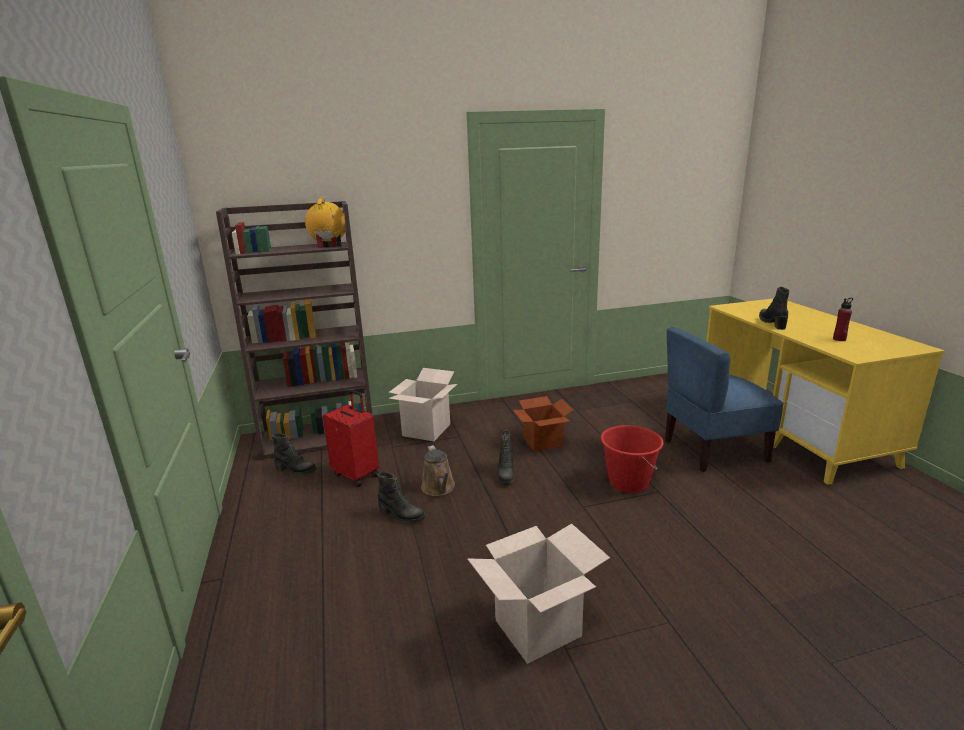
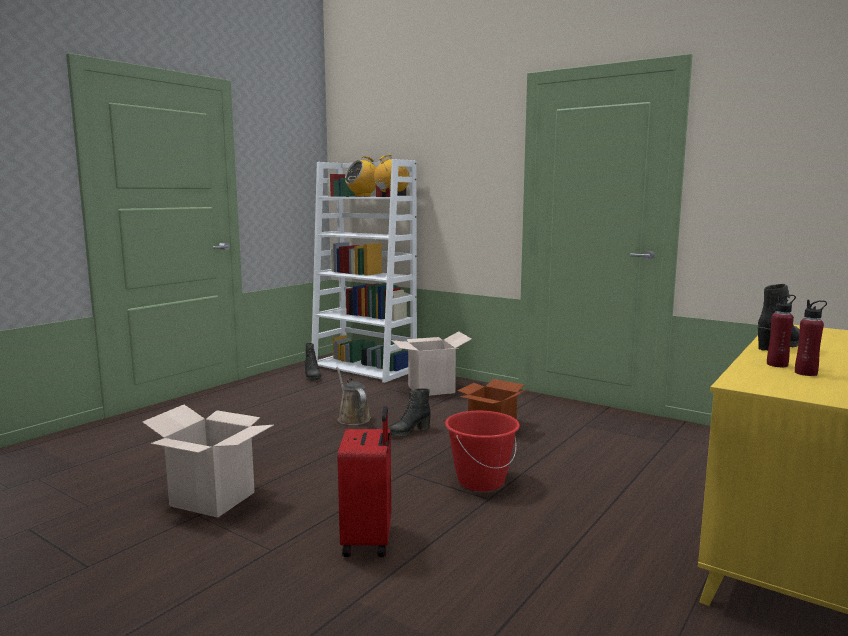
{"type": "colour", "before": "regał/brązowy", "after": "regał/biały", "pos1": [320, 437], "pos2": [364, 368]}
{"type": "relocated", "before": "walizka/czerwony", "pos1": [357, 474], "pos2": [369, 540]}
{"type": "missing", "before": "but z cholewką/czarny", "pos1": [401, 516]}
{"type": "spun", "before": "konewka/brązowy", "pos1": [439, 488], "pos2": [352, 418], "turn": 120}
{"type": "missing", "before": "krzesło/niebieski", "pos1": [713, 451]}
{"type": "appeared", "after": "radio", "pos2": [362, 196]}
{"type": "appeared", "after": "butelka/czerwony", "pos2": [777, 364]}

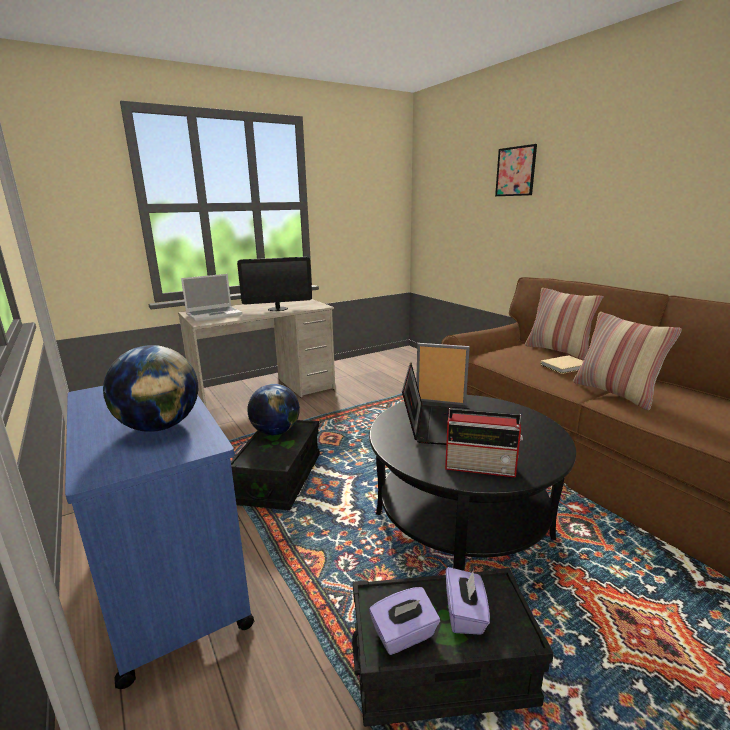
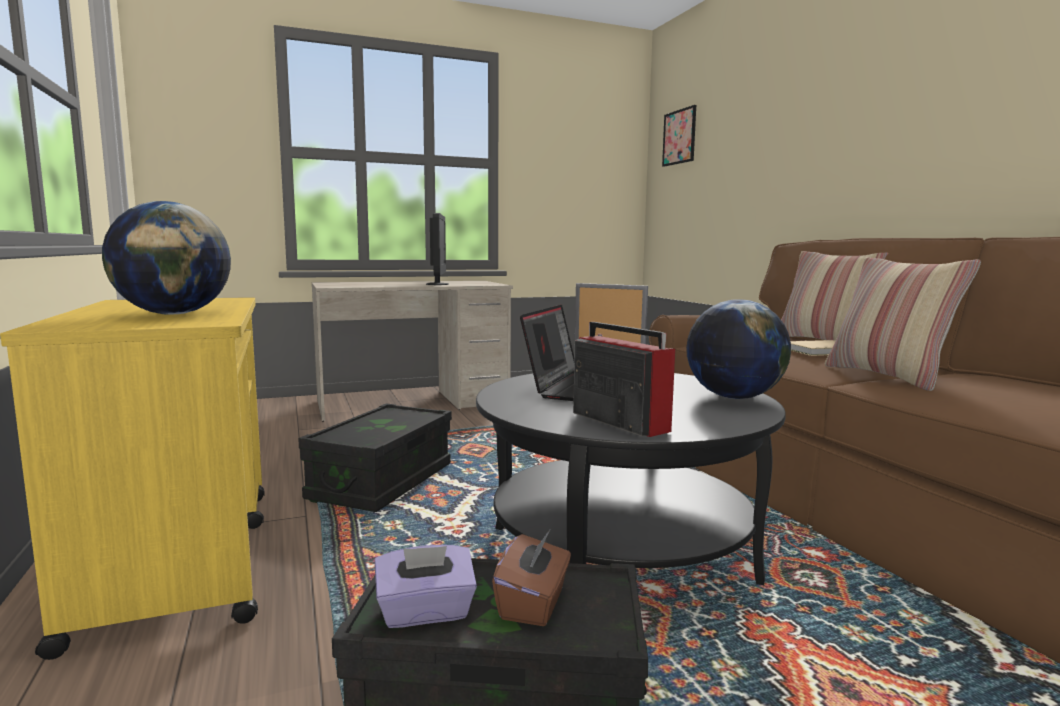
{"type": "colour", "before": "wózek/niebieski", "after": "wózek/żółty", "pos1": [170, 575], "pos2": [180, 558]}
{"type": "missing", "before": "laptop", "pos1": [214, 315]}
{"type": "spun", "before": "monitor", "pos1": [278, 309], "pos2": [437, 284], "turn": -90}
{"type": "relocated", "before": "globus", "pos1": [275, 432], "pos2": [733, 397]}
{"type": "spun", "before": "radio", "pos1": [481, 467], "pos2": [618, 421], "turn": -150}
{"type": "colour", "before": "pudełko chusteczek/fioletowy", "after": "pudełko chusteczek/brązowy", "pos1": [465, 614], "pos2": [533, 604]}
{"type": "relocated", "before": "obraz", "pos1": [515, 171], "pos2": [679, 137]}

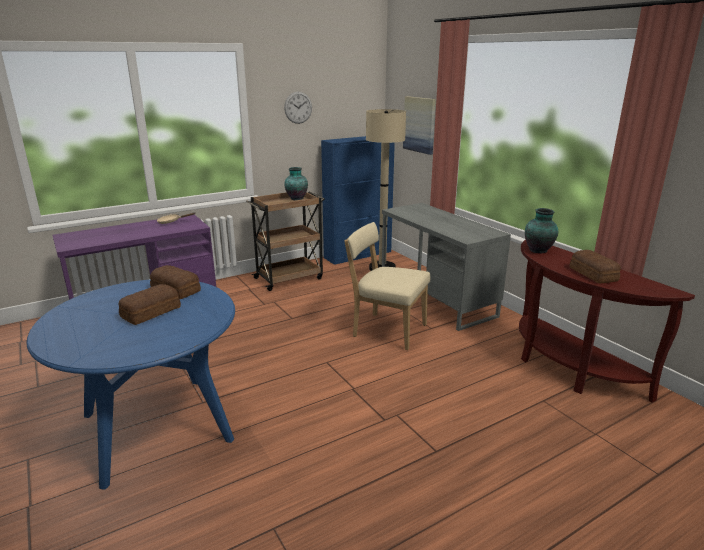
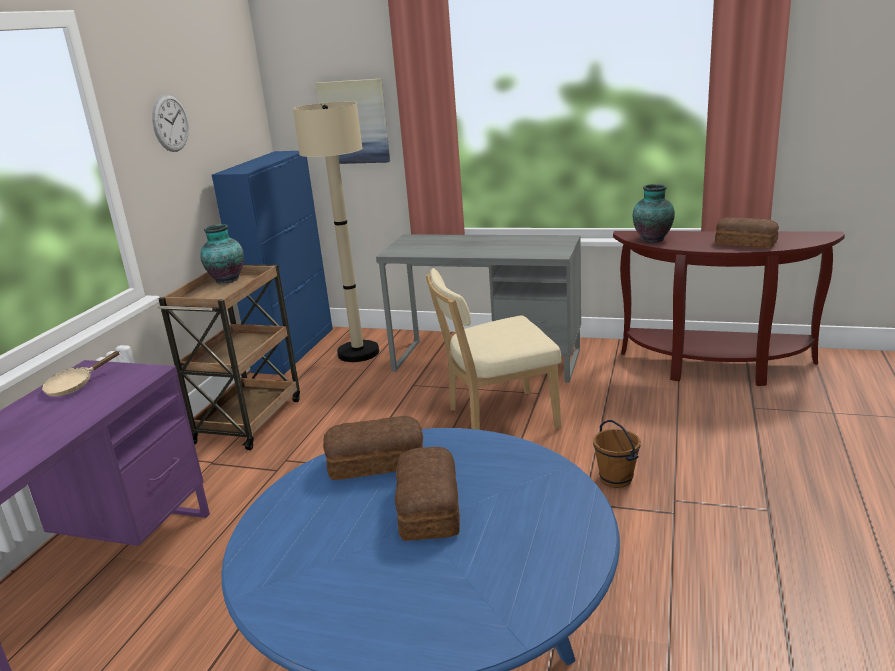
{"type": "appeared", "after": "wiadro/brązowy", "pos2": [616, 479]}

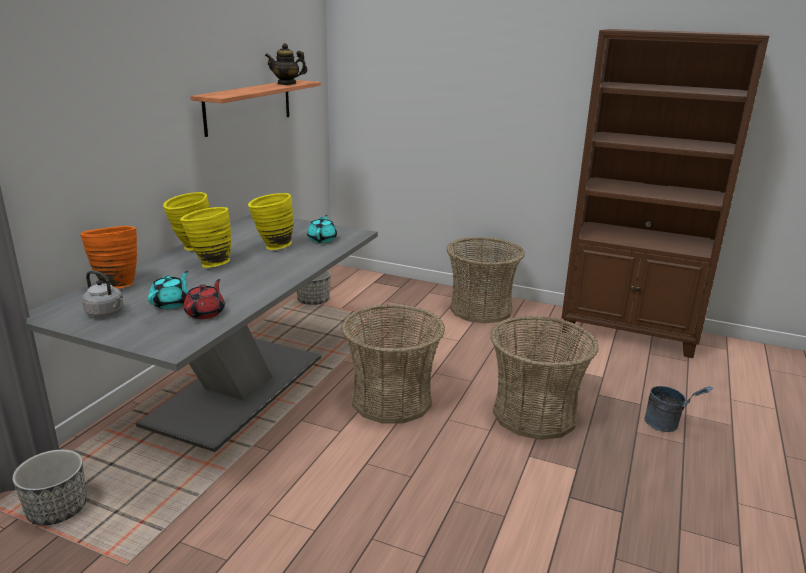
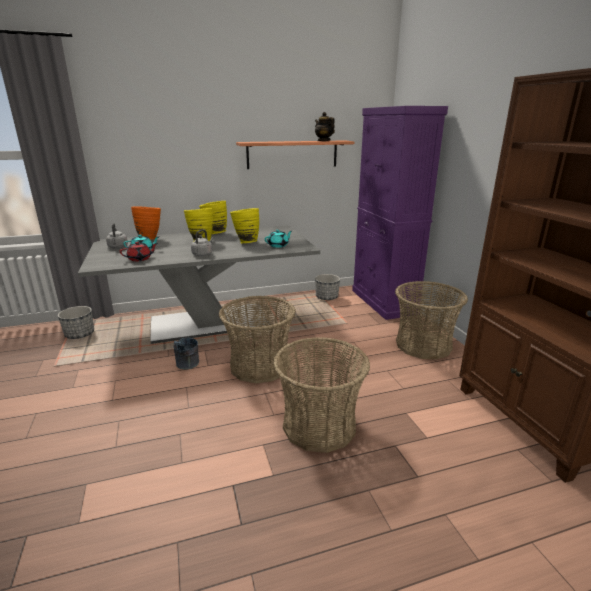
{"type": "relocated", "before": "wiadro/szary", "pos1": [667, 425], "pos2": [187, 366]}
{"type": "appeared", "after": "czajnik/szary", "pos2": [203, 254]}
{"type": "appeared", "after": "szafka/fioletowy", "pos2": [384, 302]}

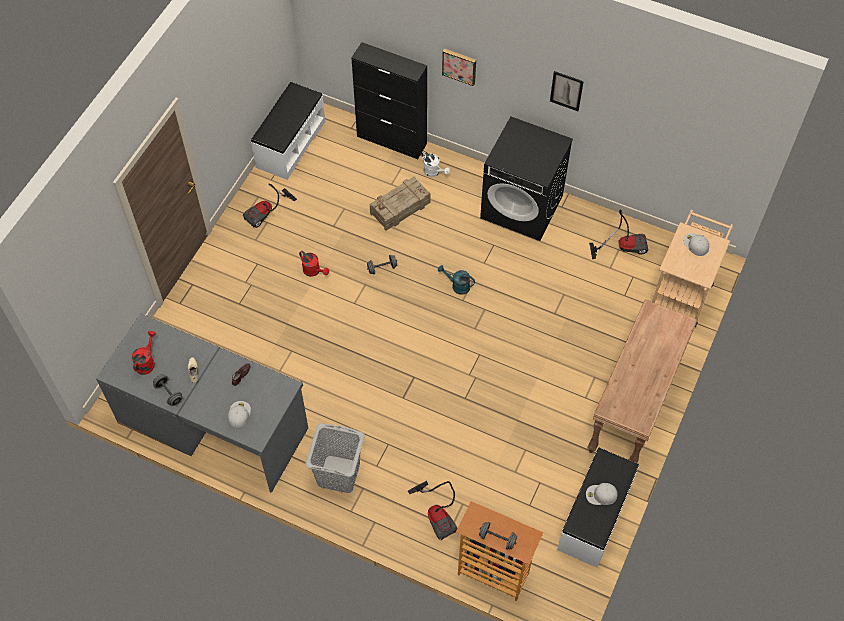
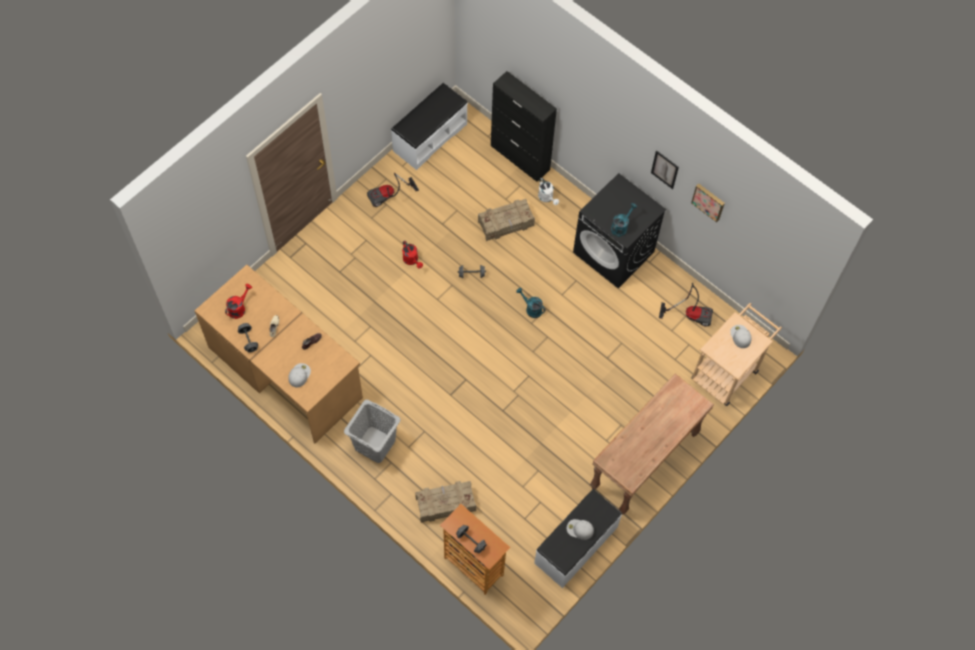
{"type": "colour", "before": "biurko/szary", "after": "biurko/brązowy", "pos1": [213, 424], "pos2": [286, 371]}
{"type": "exchanged", "before": "odkurzacz", "after": "skrzynka", "pos1": [438, 515], "pos2": [445, 504]}
{"type": "relocated", "before": "obraz", "pos1": [459, 65], "pos2": [709, 201]}
{"type": "appeared", "after": "konewka/turkusowy", "pos2": [621, 226]}

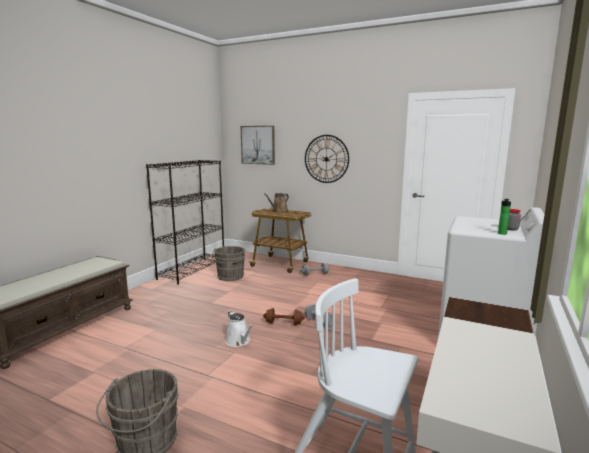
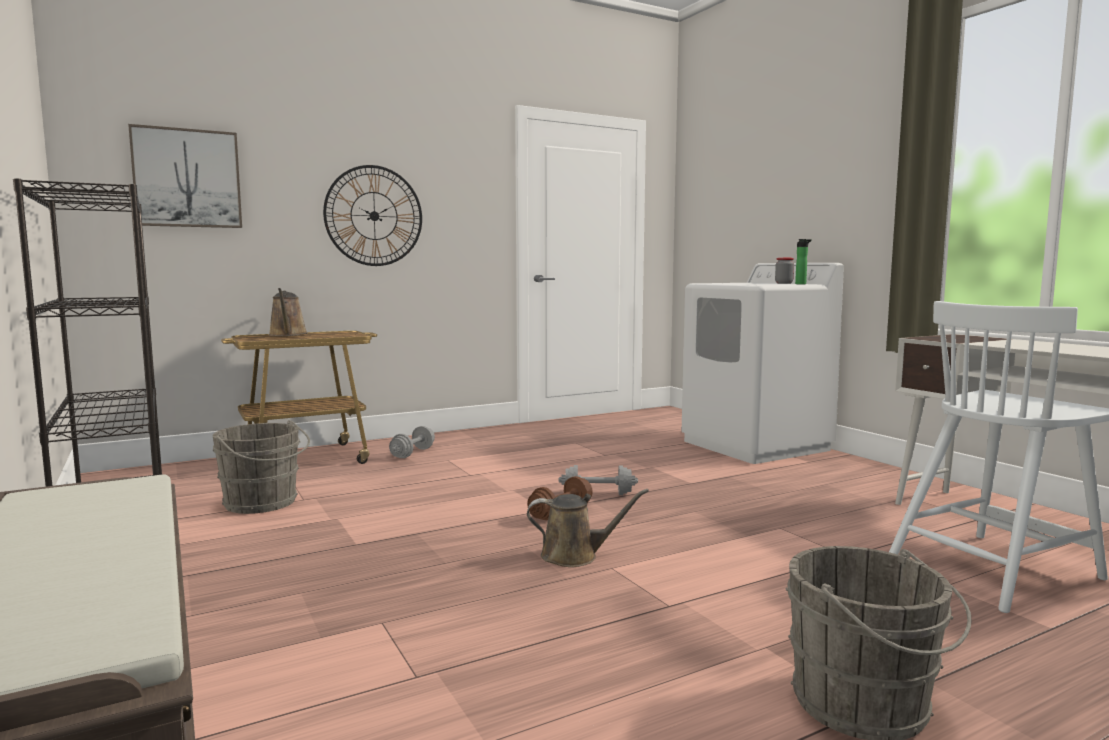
{"type": "colour", "before": "konewka/biały", "after": "konewka/brązowy", "pos1": [239, 341], "pos2": [575, 556]}

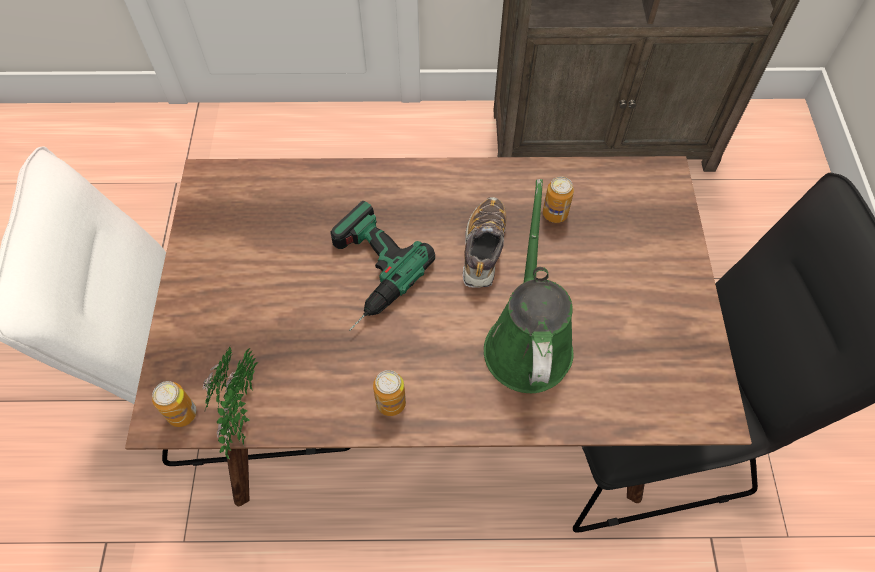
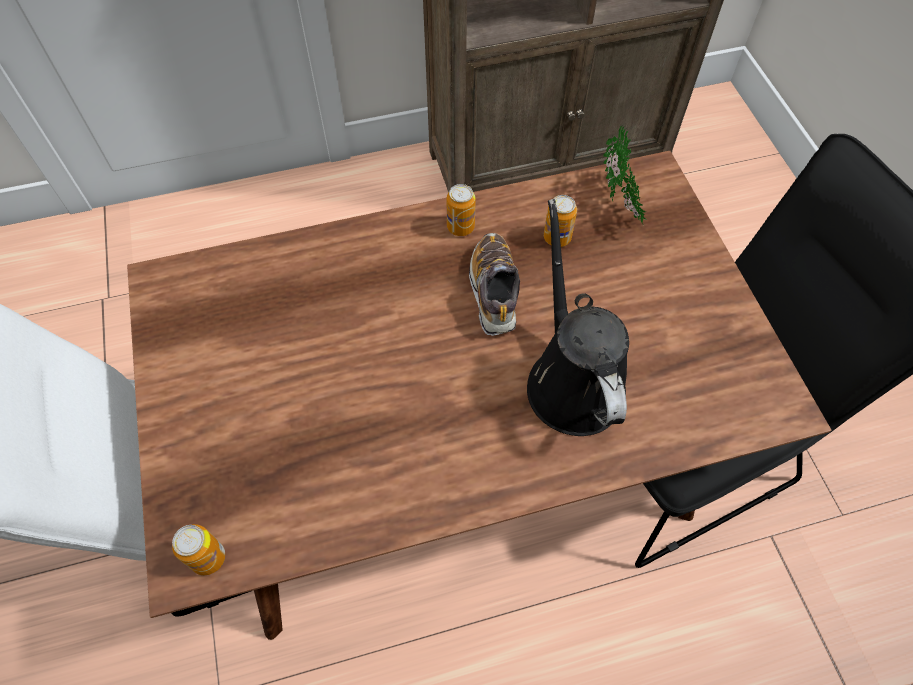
{"type": "relocated", "before": "roślina doniczkowa", "pos1": [240, 415], "pos2": [618, 205]}
{"type": "missing", "before": "wiertarka", "pos1": [363, 274]}
{"type": "relocated", "before": "puszka", "pos1": [391, 403], "pos2": [460, 227]}
{"type": "colour", "before": "konewka/zielony", "after": "konewka/czarny", "pos1": [527, 341], "pos2": [572, 379]}

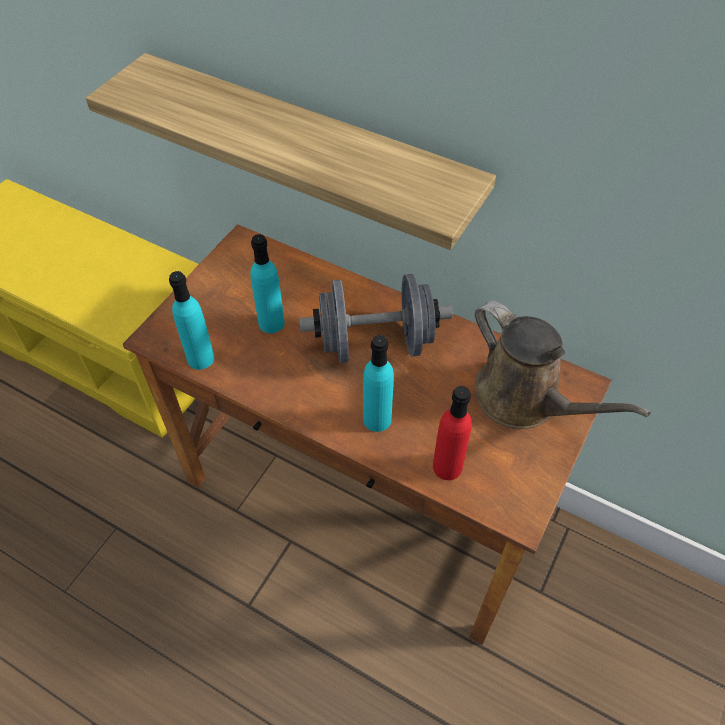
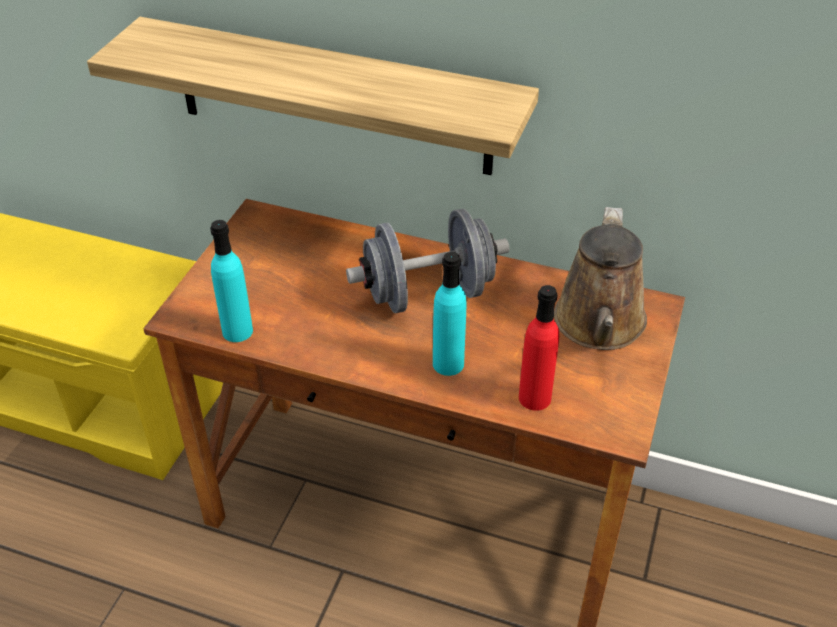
{"type": "missing", "before": "butelka/turkusowy", "pos1": [271, 323]}
{"type": "spun", "before": "konewka/brązowy", "pos1": [524, 399], "pos2": [599, 325], "turn": 60}

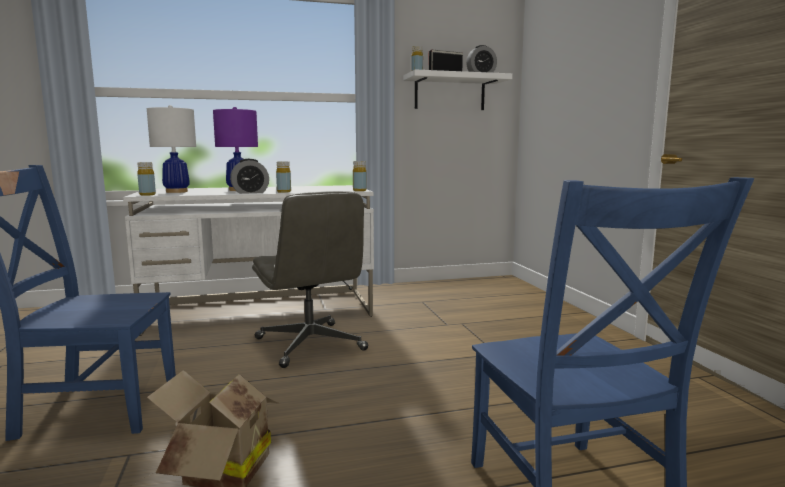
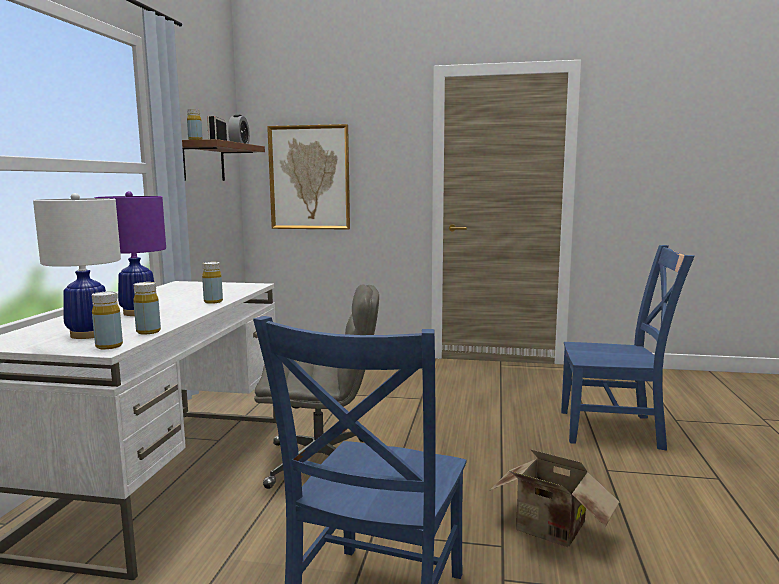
{"type": "missing", "before": "budzik", "pos1": [250, 192]}
{"type": "relocated", "before": "butelka/żółty", "pos1": [359, 190], "pos2": [148, 332]}
{"type": "colour", "before": "półka/biały", "after": "półka/brązowy", "pos1": [450, 93], "pos2": [203, 162]}
{"type": "appeared", "after": "obraz", "pos2": [309, 178]}

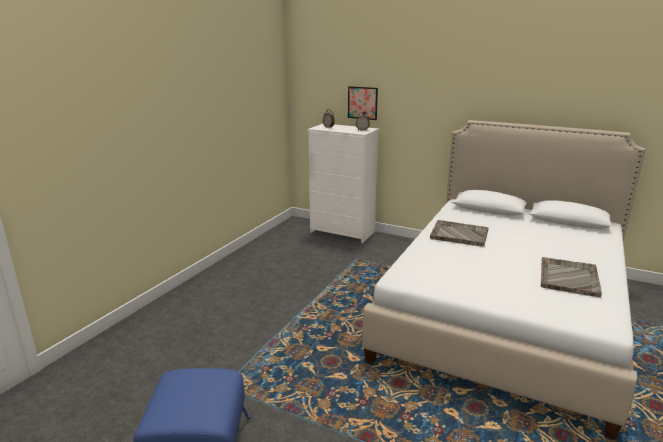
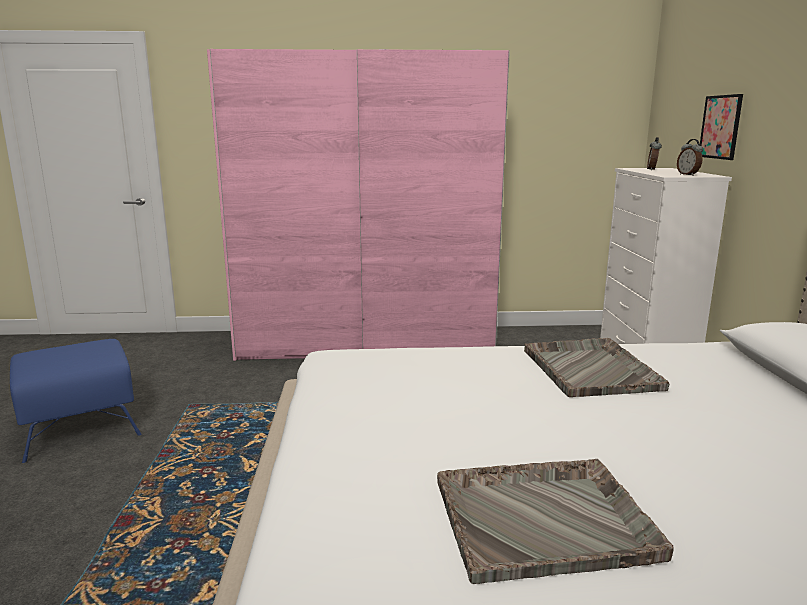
{"type": "appeared", "after": "szafa/różowy", "pos2": [366, 343]}

